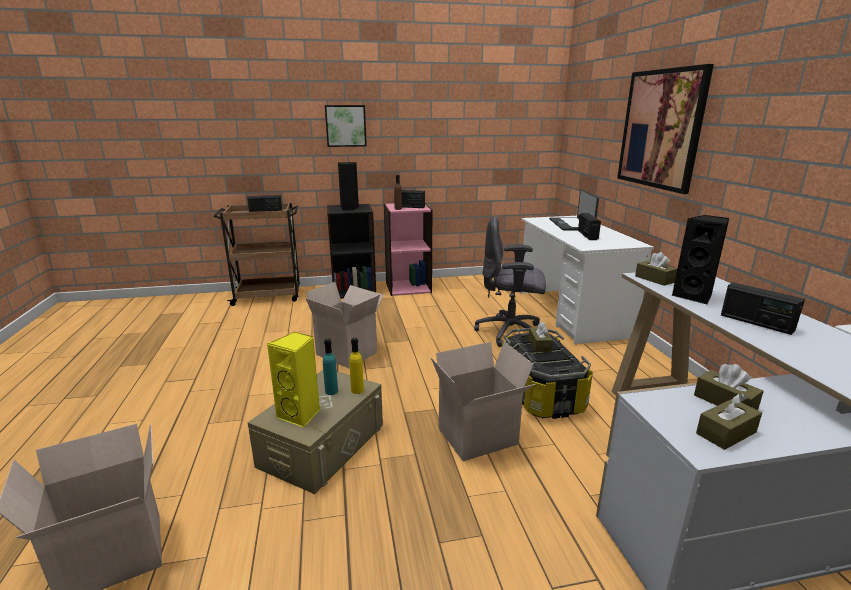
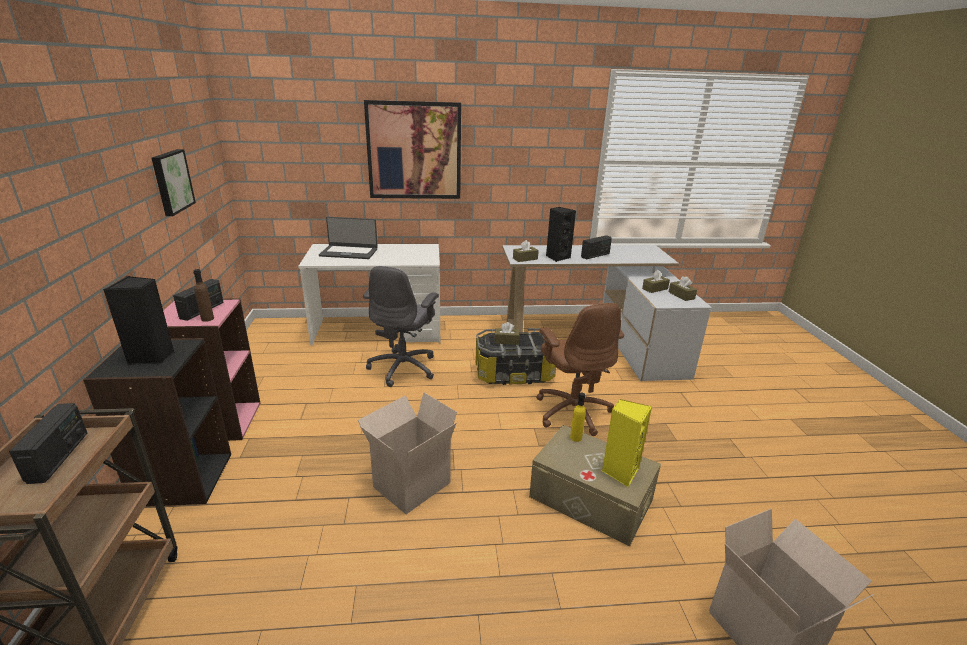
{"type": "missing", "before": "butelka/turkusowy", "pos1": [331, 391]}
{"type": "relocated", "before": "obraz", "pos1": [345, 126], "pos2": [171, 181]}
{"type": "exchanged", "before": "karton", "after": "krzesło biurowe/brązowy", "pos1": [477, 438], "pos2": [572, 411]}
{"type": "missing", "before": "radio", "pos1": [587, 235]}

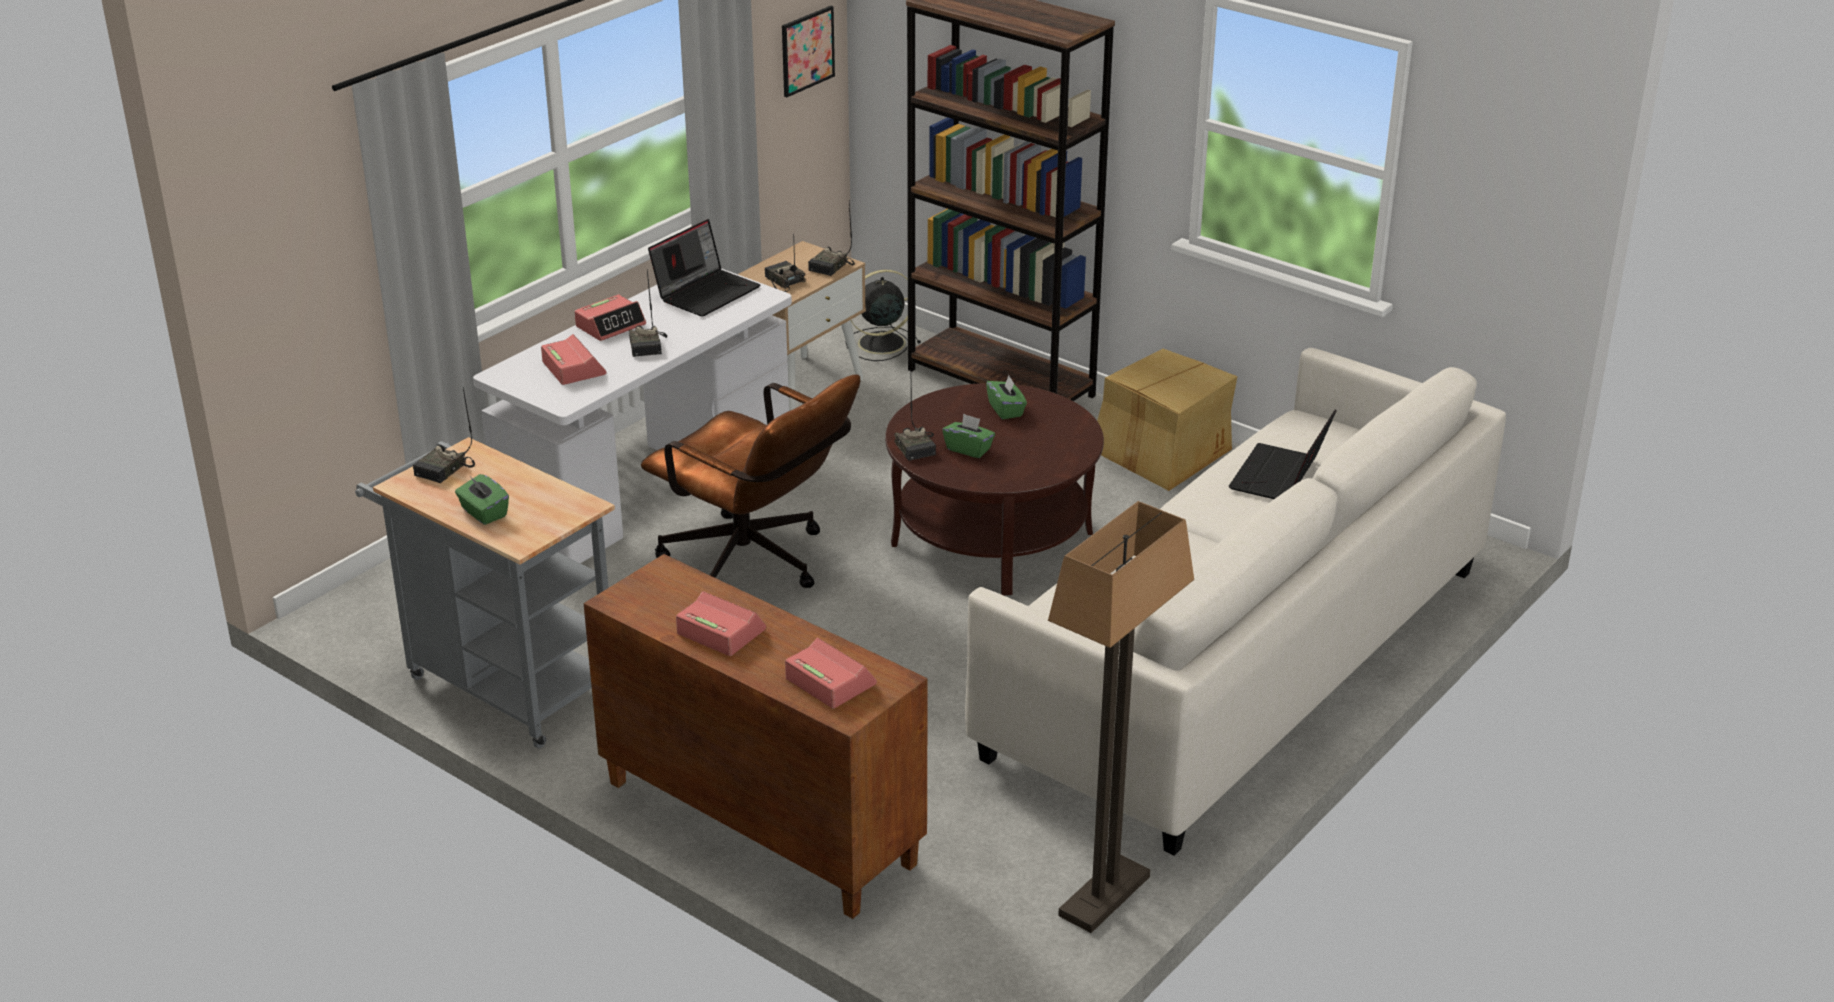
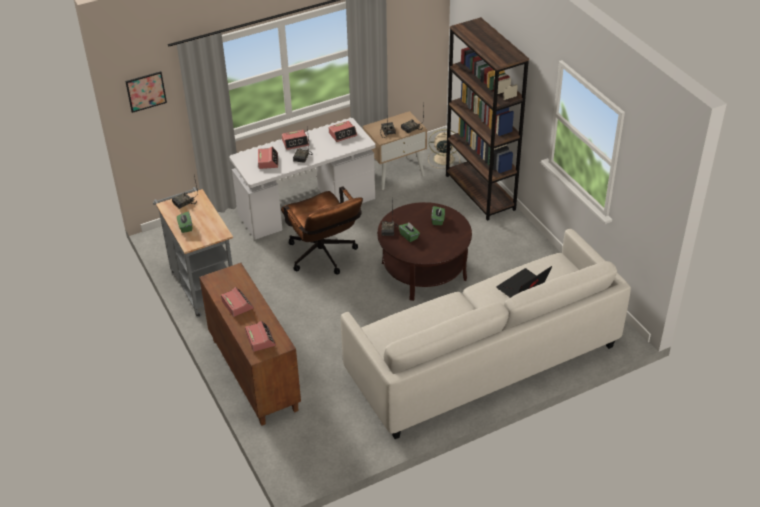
{"type": "exchanged", "before": "laptop", "after": "budzik", "pos1": [706, 292], "pos2": [343, 134]}
{"type": "relocated", "before": "obraz", "pos1": [807, 51], "pos2": [146, 91]}
{"type": "colour", "before": "wentylator/czarny", "after": "wentylator/beżowy", "pos1": [879, 344], "pos2": [442, 159]}
{"type": "missing", "before": "lampa stojąca", "pos1": [1104, 897]}
{"type": "missing", "before": "karton", "pos1": [1161, 453]}

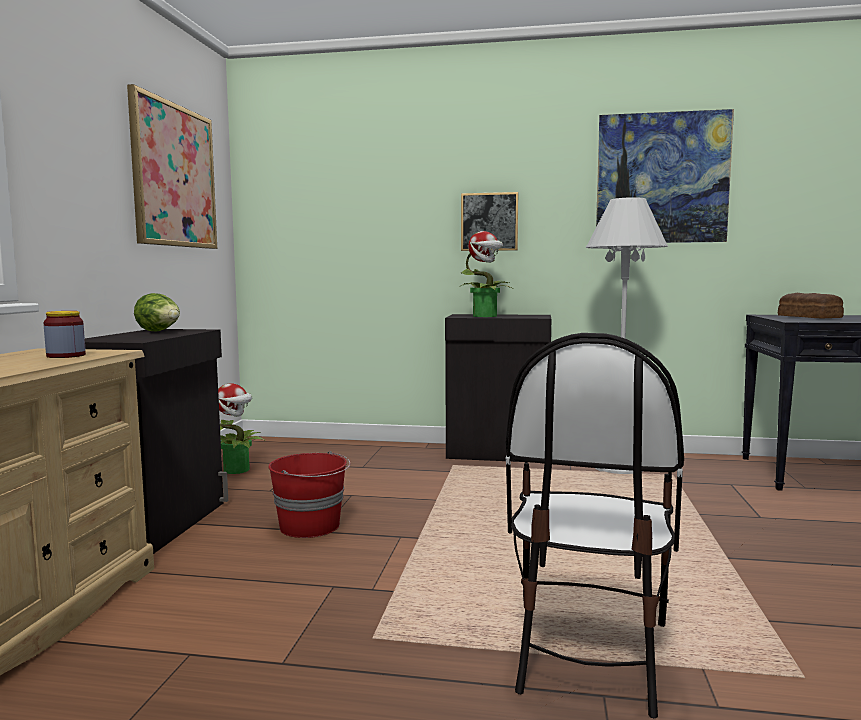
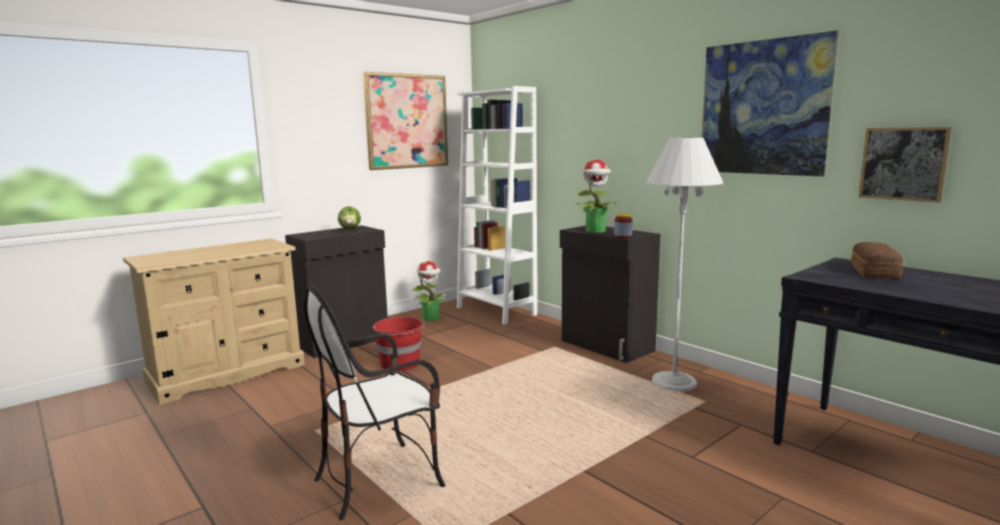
{"type": "relocated", "before": "słoik", "pos1": [66, 356], "pos2": [623, 236]}
{"type": "relocated", "before": "obraz", "pos1": [489, 222], "pos2": [903, 163]}
{"type": "appeared", "after": "regał/biały", "pos2": [496, 311]}

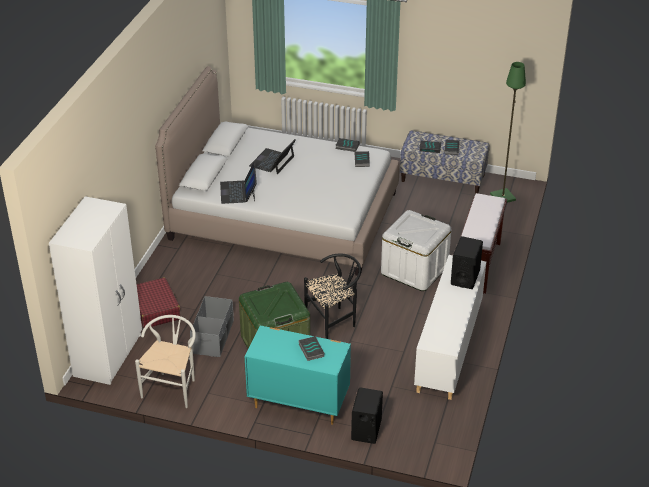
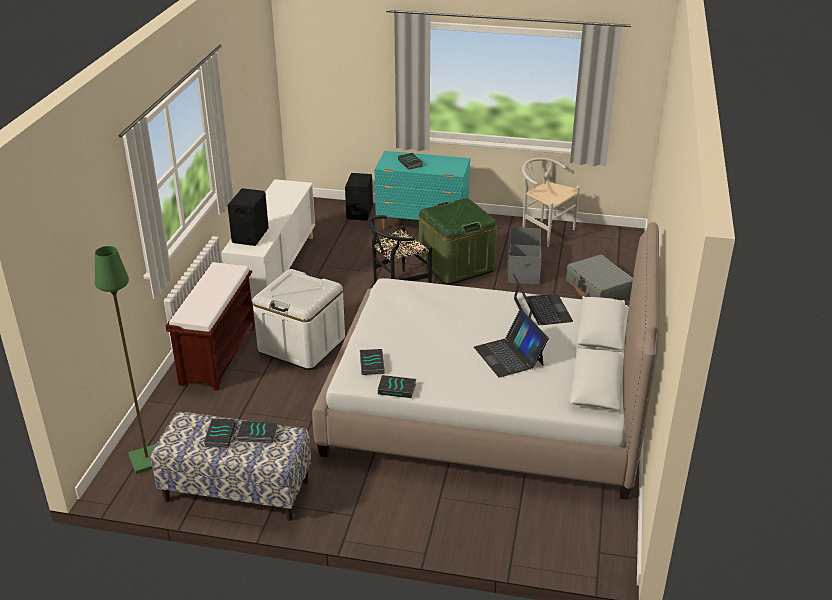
{"type": "missing", "before": "szafa/biały", "pos1": [109, 355]}
{"type": "spun", "before": "krzesło/biały", "pos1": [172, 387], "pos2": [543, 231], "turn": 120}
{"type": "colour", "before": "walizka/czerwony", "after": "walizka/szary", "pos1": [155, 309], "pos2": [599, 289]}
{"type": "spun", "before": "laptop", "pos1": [272, 161], "pos2": [509, 356], "turn": 135}

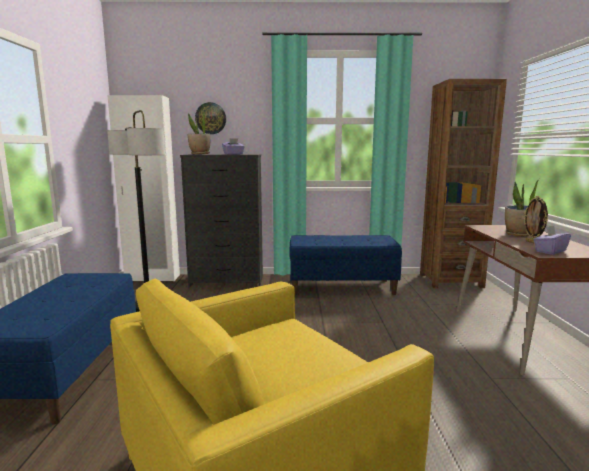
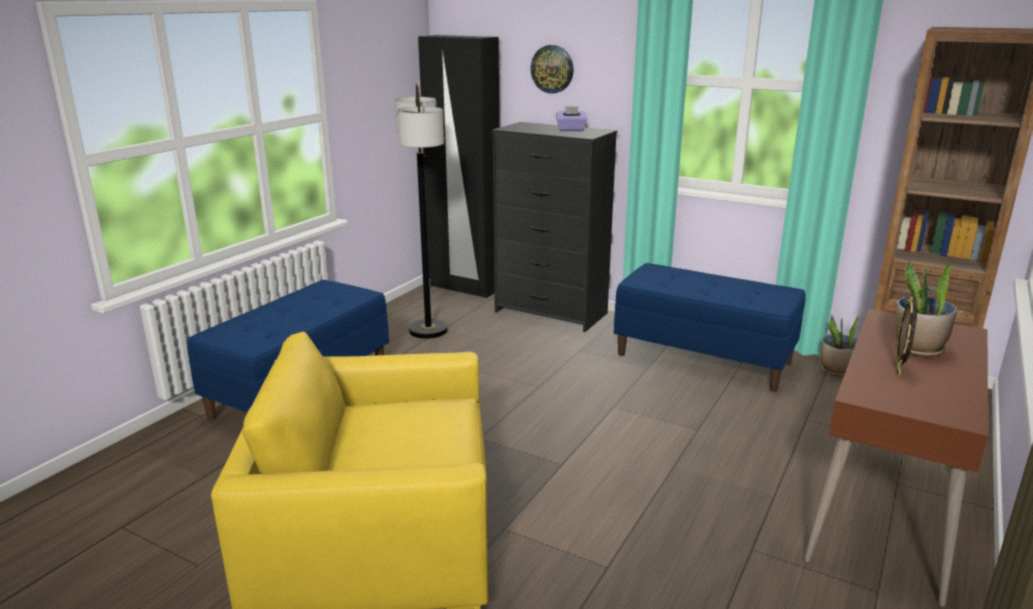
{"type": "colour", "before": "szafa/biały", "after": "szafa/czarny", "pos1": [152, 278], "pos2": [464, 288]}
{"type": "relocated", "before": "roślina doniczkowa", "pos1": [200, 154], "pos2": [836, 371]}
{"type": "missing", "before": "pudełko chusteczek/fioletowy", "pos1": [550, 251]}

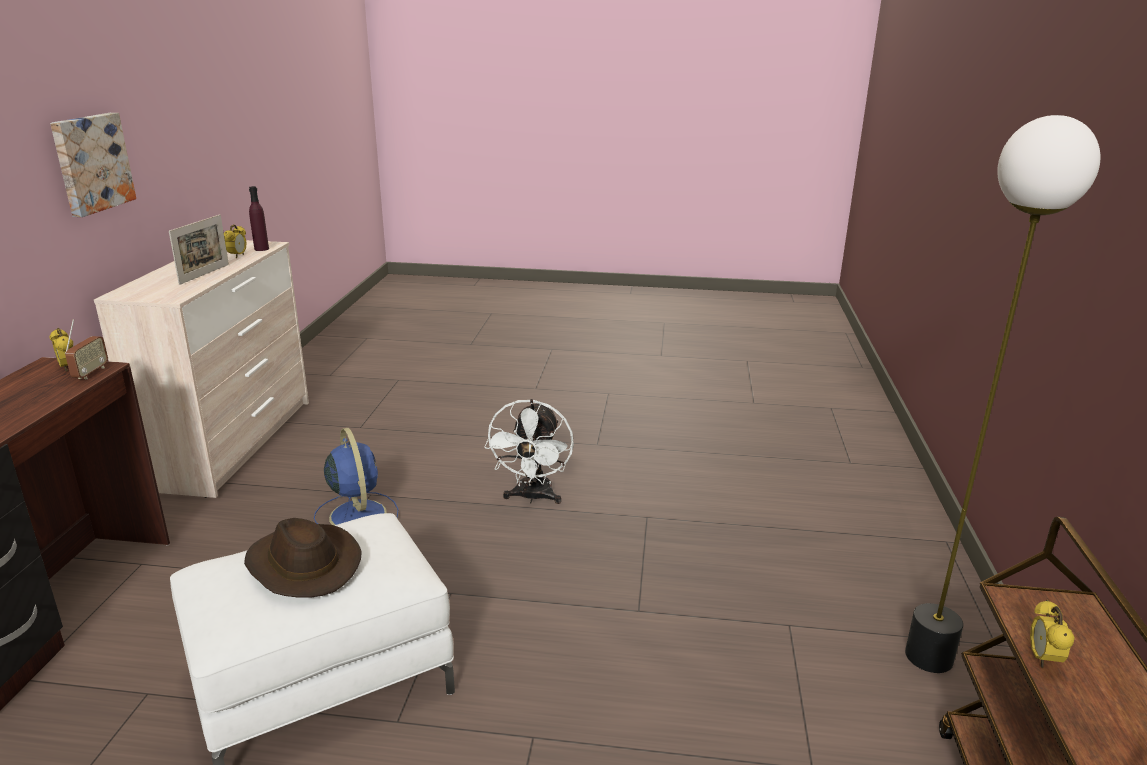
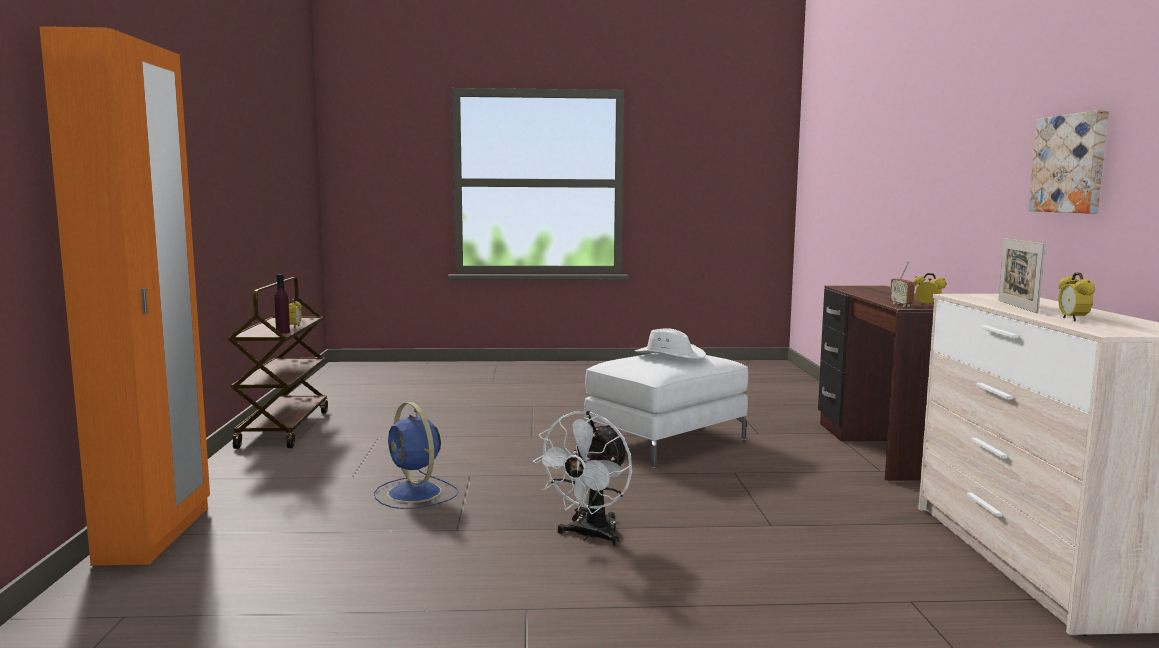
{"type": "colour", "before": "kapelusz/brązowy", "after": "kapelusz/biały", "pos1": [302, 565], "pos2": [669, 355]}
{"type": "relocated", "before": "butelka/fioletowy", "pos1": [261, 249], "pos2": [283, 332]}
{"type": "relocated", "before": "wentylator/niebieski", "pos1": [357, 514], "pos2": [415, 494]}
{"type": "spun", "before": "wentylator/biały", "pos1": [532, 497], "pos2": [590, 536], "turn": -150}
{"type": "missing", "before": "lampa stojąca", "pos1": [928, 656]}
{"type": "appeared", "after": "szafa/pomarańczowy", "pos2": [156, 535]}

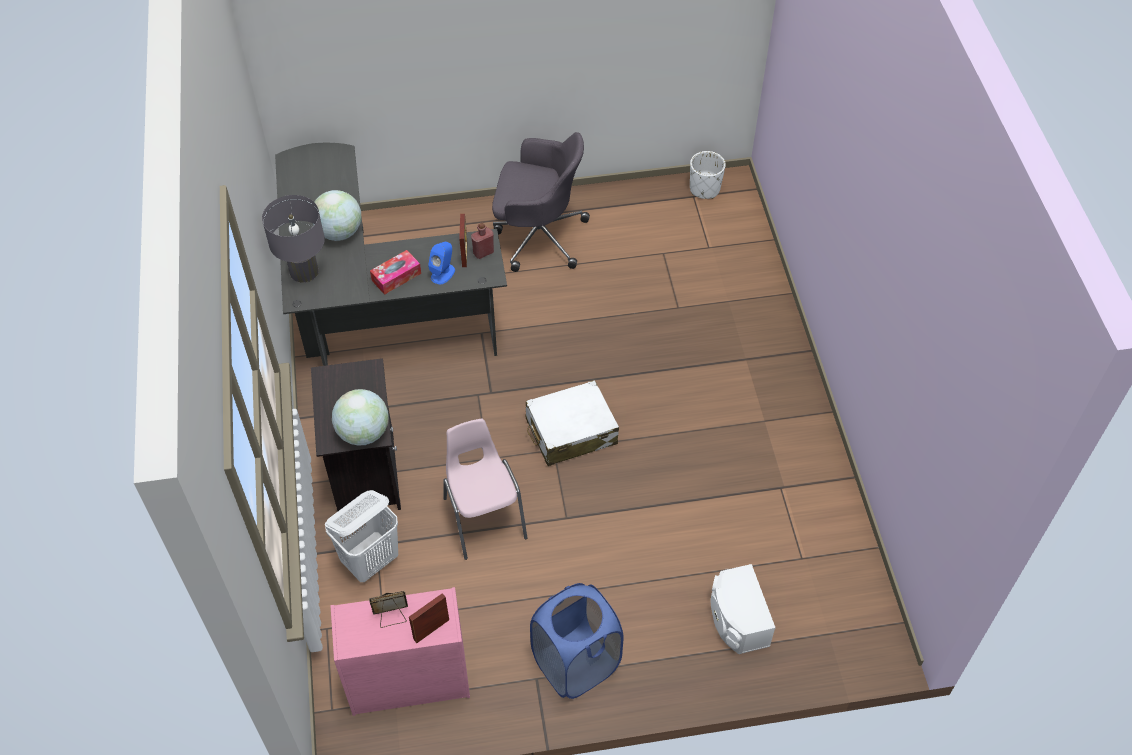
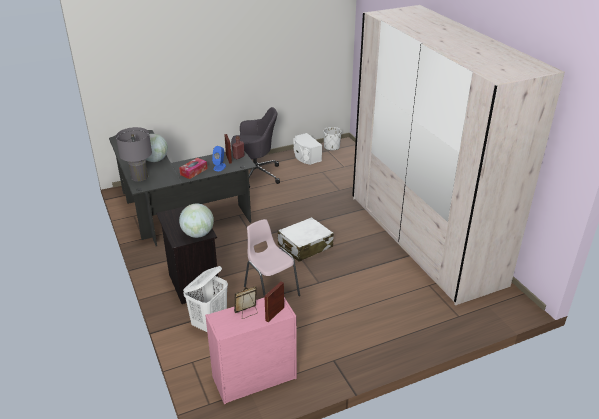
{"type": "missing", "before": "kosz na pranie/niebieski", "pos1": [576, 664]}
{"type": "relocated", "before": "głośnik/biały", "pos1": [737, 620], "pos2": [306, 157]}
{"type": "appeared", "after": "szafa/beżowy", "pos2": [424, 238]}

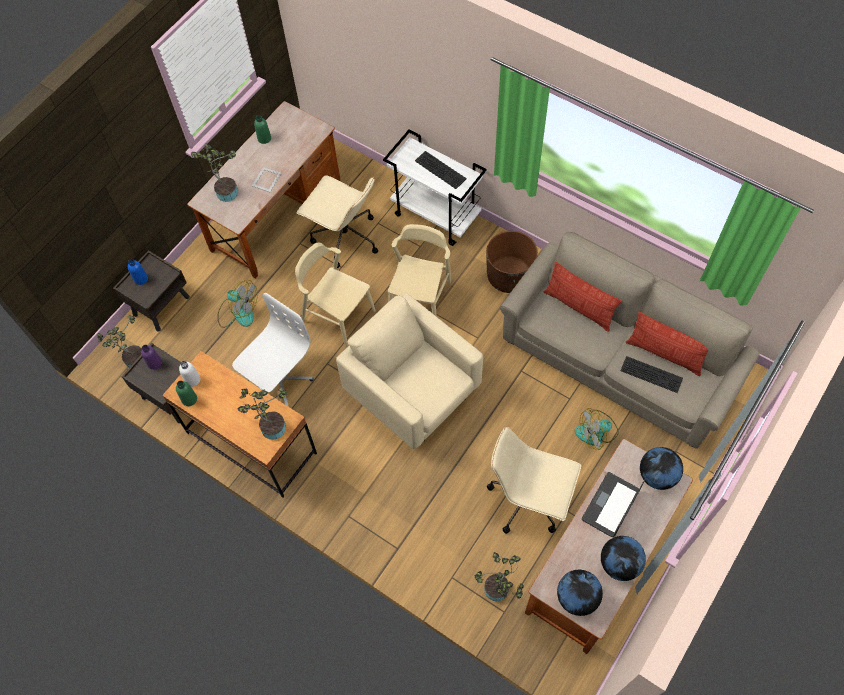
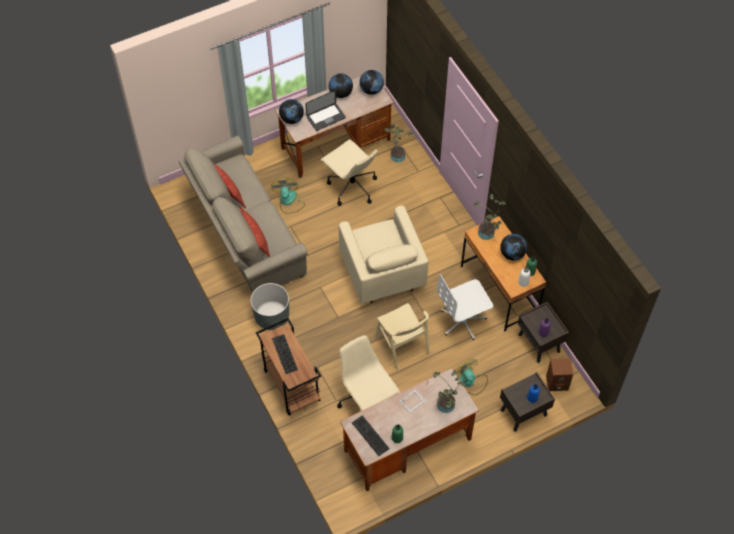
{"type": "exchanged", "before": "roślina doniczkowa", "after": "głośnik/brązowy", "pos1": [133, 359], "pos2": [557, 382]}
{"type": "colour", "before": "wózek/biały", "after": "wózek/brązowy", "pos1": [436, 215], "pos2": [291, 385]}
{"type": "missing", "before": "krzesło/beżowy", "pos1": [420, 299]}
{"type": "colour", "before": "donica/brązowy", "after": "donica/szary", "pos1": [509, 276], "pos2": [272, 316]}
{"type": "spun", "before": "wentylator", "pos1": [596, 432], "pos2": [288, 202], "turn": -105}
{"type": "relocated", "before": "klawiatura", "pos1": [652, 373], "pos2": [369, 435]}
{"type": "appeared", "after": "globus", "pos2": [512, 254]}

